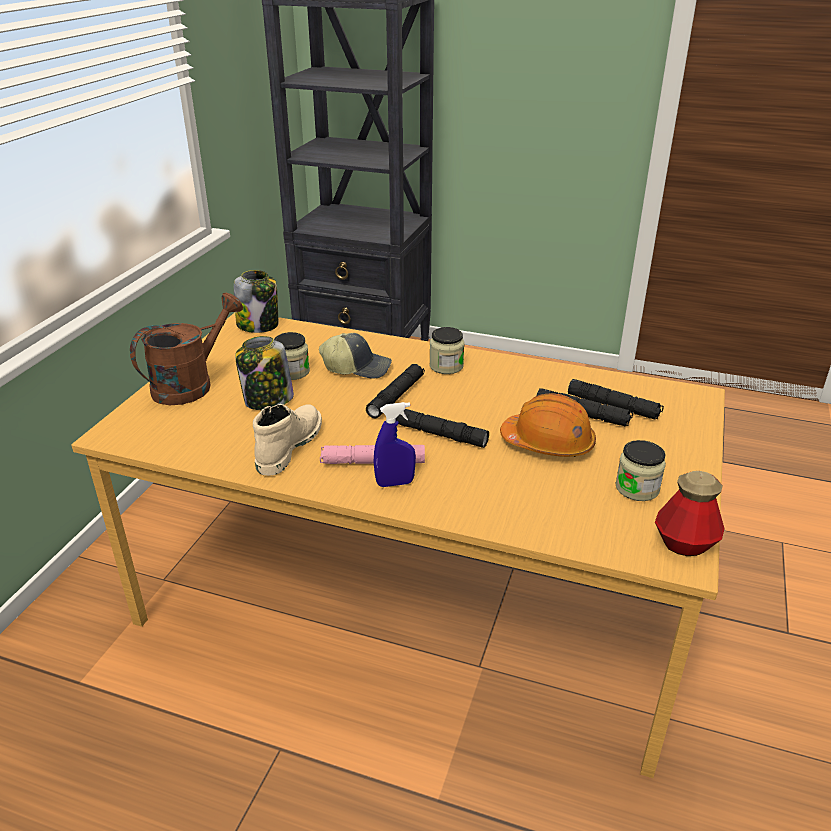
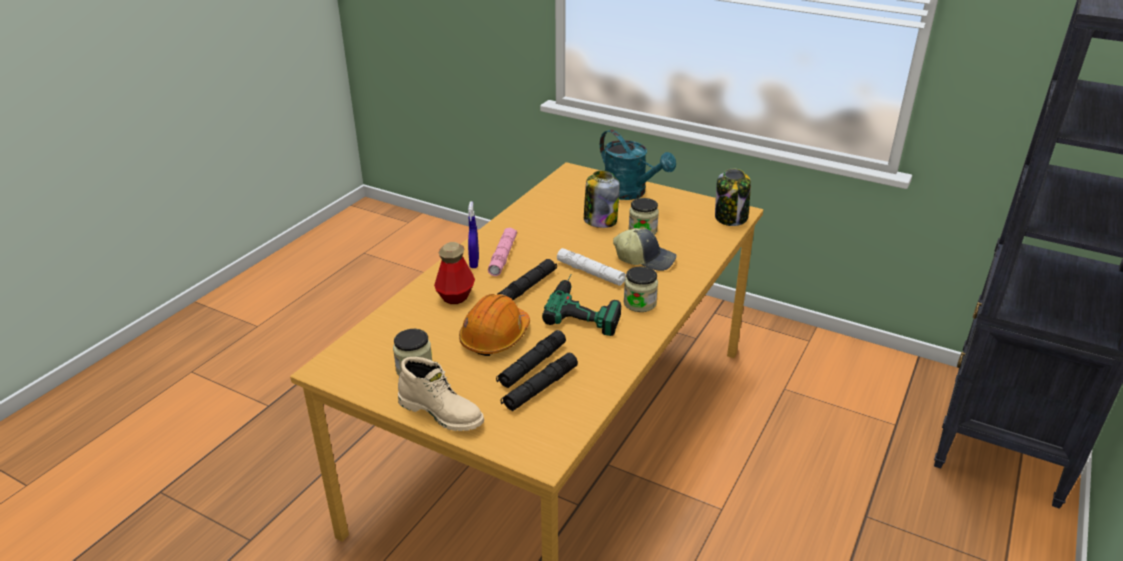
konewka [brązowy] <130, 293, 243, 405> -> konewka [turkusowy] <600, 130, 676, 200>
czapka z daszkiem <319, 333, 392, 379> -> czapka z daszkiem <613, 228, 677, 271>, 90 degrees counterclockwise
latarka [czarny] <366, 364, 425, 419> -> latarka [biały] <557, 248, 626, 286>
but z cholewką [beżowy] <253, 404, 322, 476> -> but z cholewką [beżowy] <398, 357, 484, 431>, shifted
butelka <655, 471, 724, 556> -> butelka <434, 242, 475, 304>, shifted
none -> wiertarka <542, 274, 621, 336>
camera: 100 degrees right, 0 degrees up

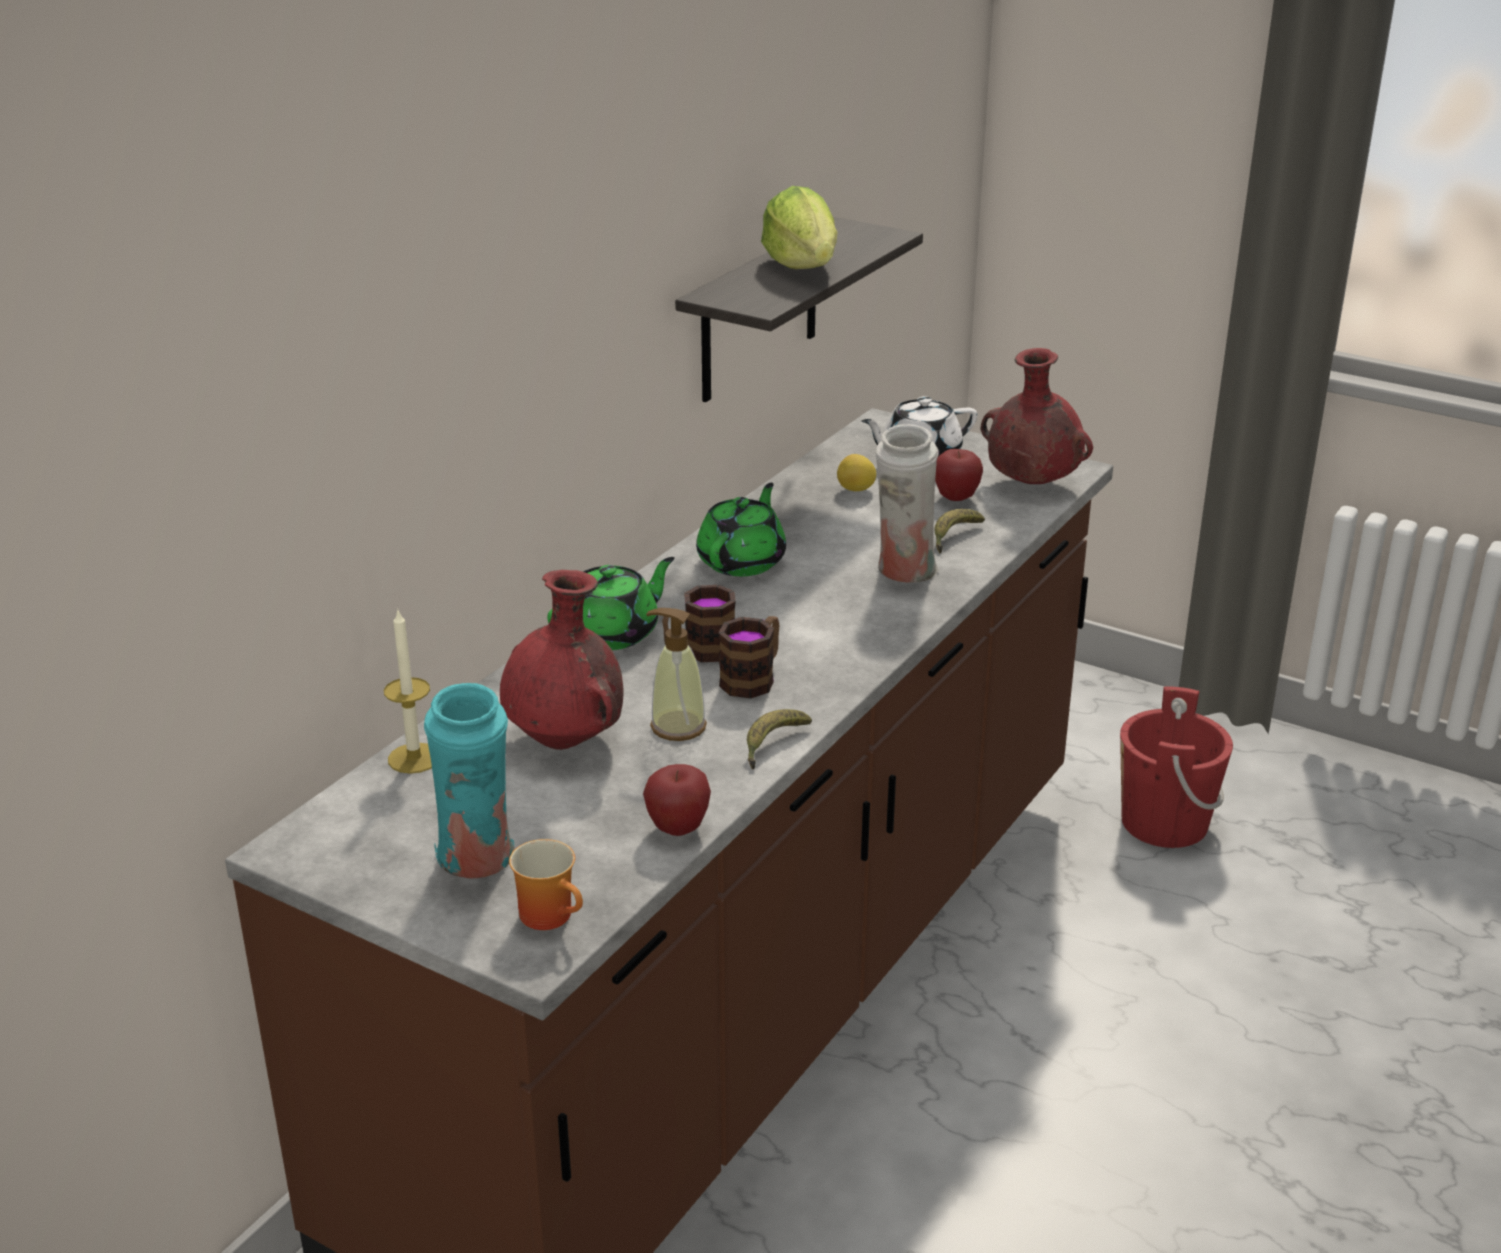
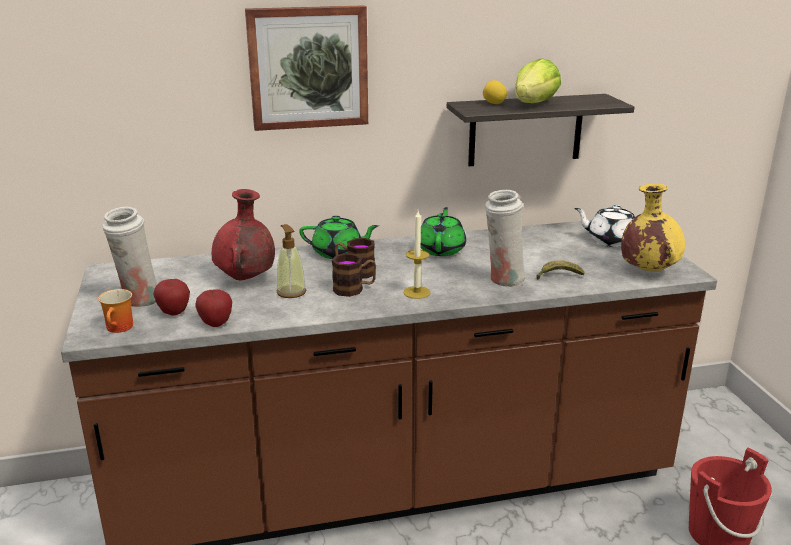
wazon [czerwony] <981, 348, 1093, 484> -> wazon [żółty] <621, 184, 685, 272>
jabłko <935, 449, 983, 501> -> jabłko <153, 279, 190, 315>, shifted
cytryna <837, 454, 876, 491> -> cytryna <483, 80, 507, 104>, shifted
imbryk [zielony] <696, 483, 786, 576> -> imbryk [zielony] <421, 207, 466, 256>, 60 degrees counterclockwise
świeca <384, 608, 432, 774> -> świeca <403, 211, 431, 299>, shifted
wazon [turkusowy] <424, 683, 515, 879> -> wazon [biały] <103, 207, 157, 307>
banan <747, 709, 812, 769> -> none
none -> obraz <245, 5, 368, 131>
camera: 45 degrees right, 5 degrees down

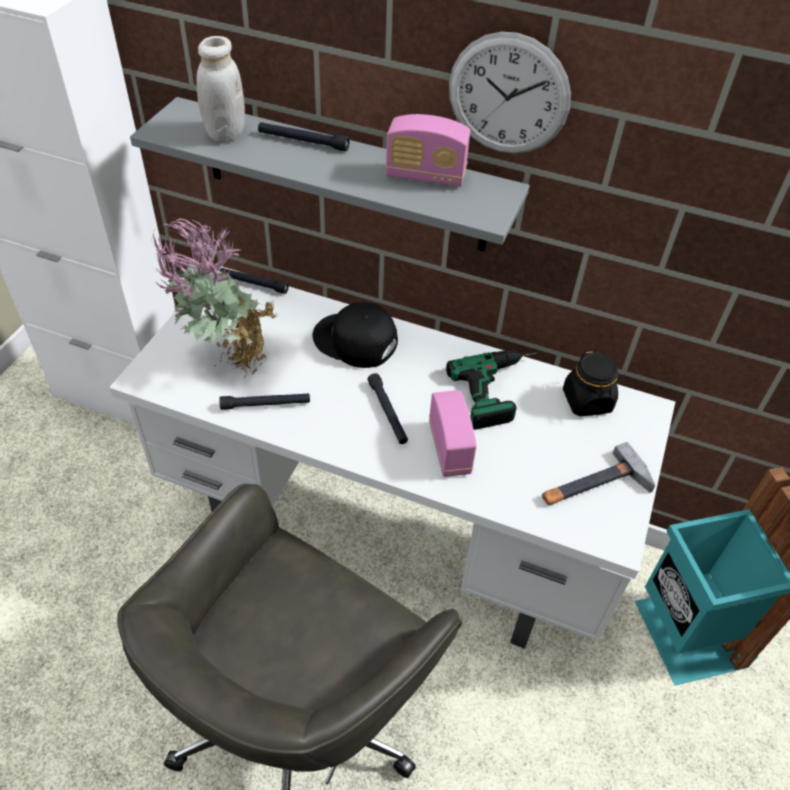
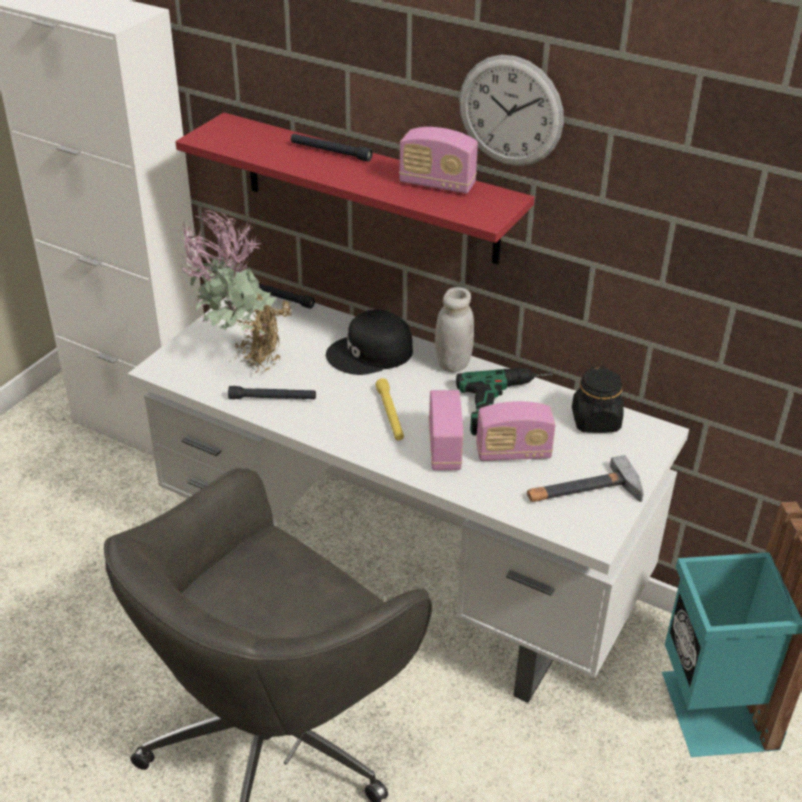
słoik [biały] <196, 36, 245, 142> -> słoik [biały] <435, 287, 474, 373>, shifted
półka [szary] <130, 97, 530, 251> -> półka [czerwony] <175, 113, 534, 264>
czapka z daszkiem [czarny] <312, 302, 398, 368> -> czapka z daszkiem [czarny] <326, 309, 413, 375>, 60 degrees counterclockwise
latarka [czarny] <367, 373, 408, 444> -> latarka [żółty] <375, 378, 404, 440>
none -> radio <476, 401, 555, 461>
camera: 10 degrees right, 10 degrees down

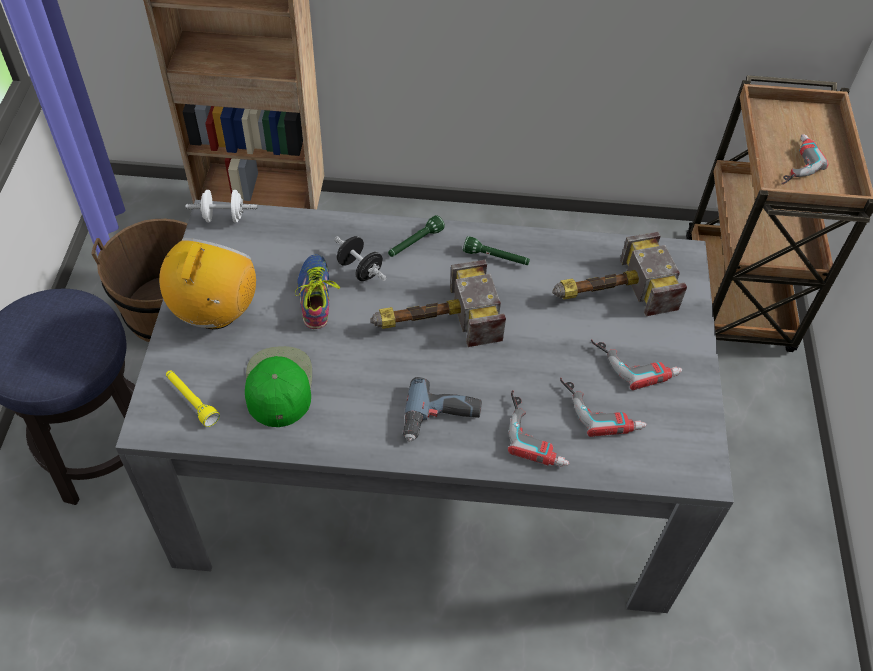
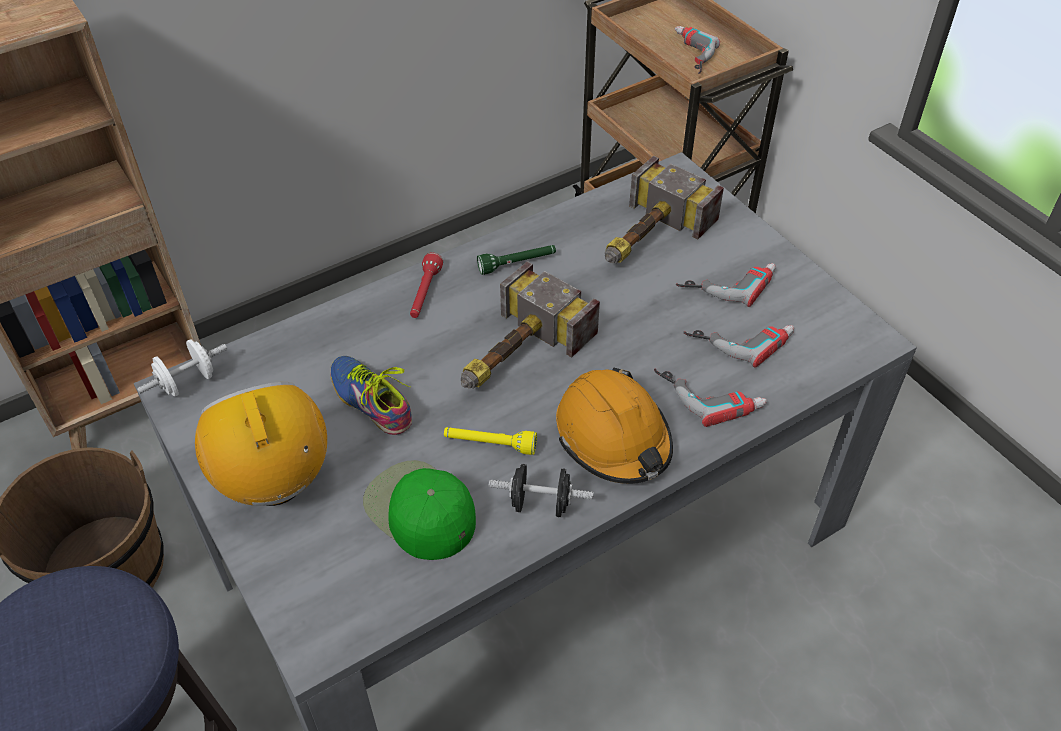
latarka [zielony] <388, 215, 445, 257> -> latarka [czerwony] <410, 252, 443, 318>
hantel [czarny] <334, 236, 387, 281> -> hantel [czarny] <489, 464, 594, 517>, shifted
latarka [żółty] <166, 370, 220, 427> -> latarka [żółty] <444, 427, 537, 455>, shifted
wiertarka <403, 377, 482, 442> -> kask [pomarańczowy] <556, 368, 673, 484>
camera: 35 degrees left, 5 degrees down

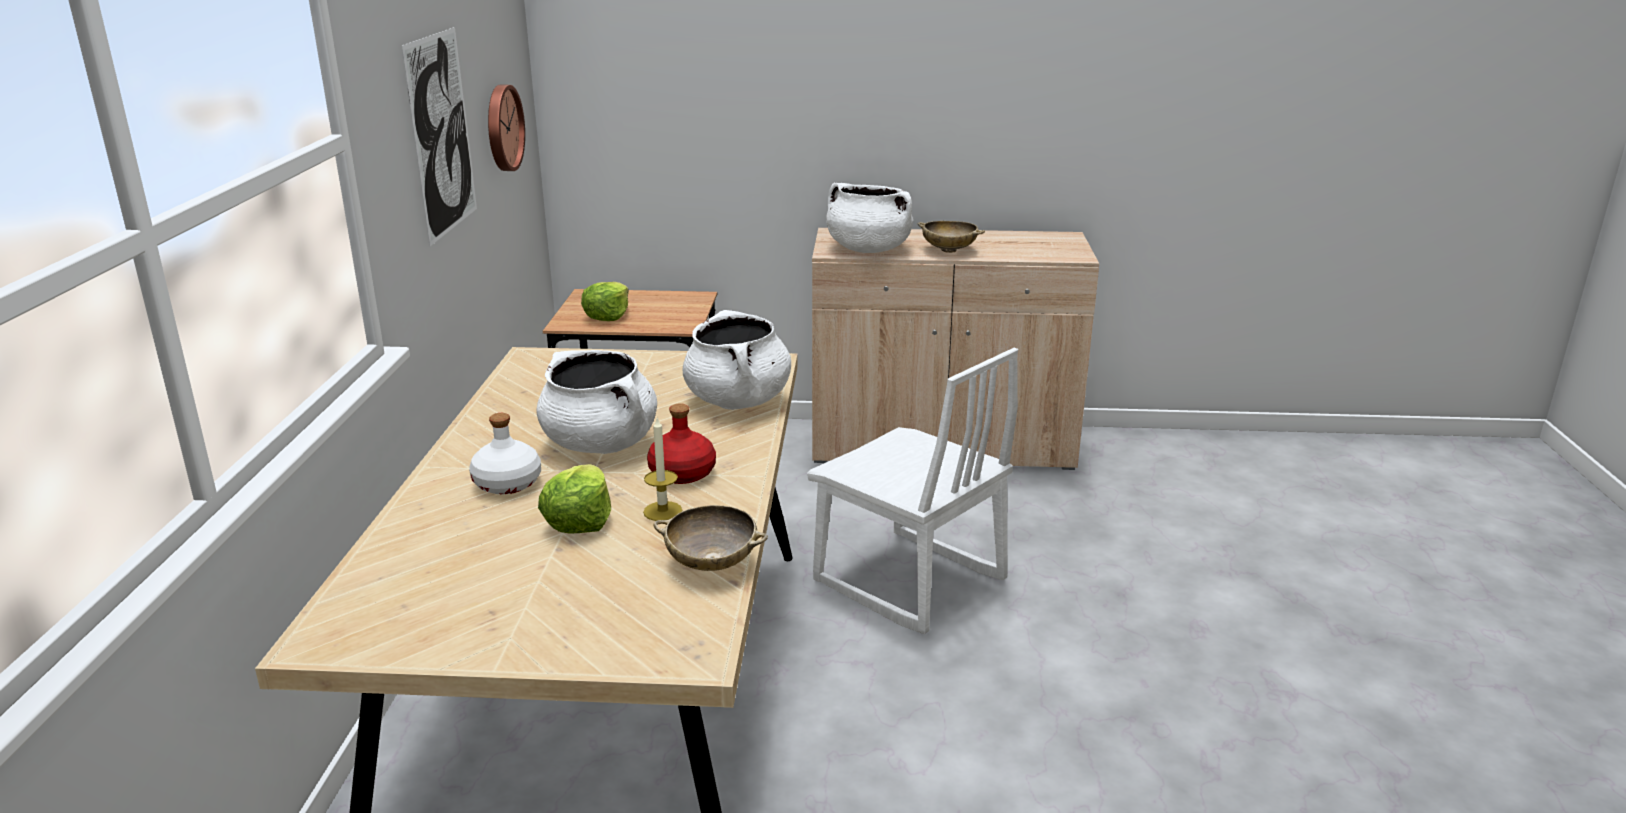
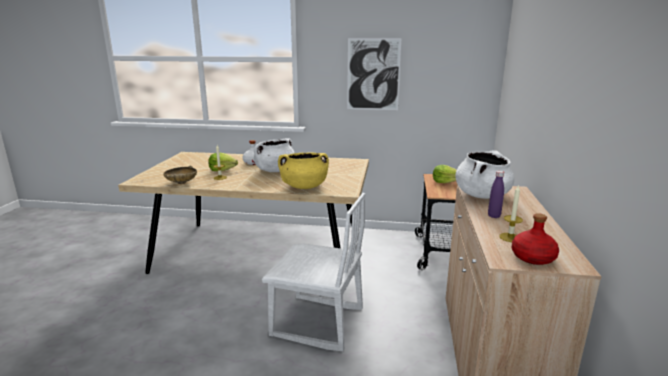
zegar ścienny <488, 85, 525, 171> -> none
miska [beżowy] <917, 221, 985, 253> -> butelka [fioletowy] <488, 171, 504, 218>
garnek [biały] <683, 310, 791, 410> -> garnek [żółty] <278, 152, 329, 189>
krzesło [biały] <807, 347, 1018, 634> -> krzesło [biały] <262, 193, 365, 351>, 120 degrees counterclockwise
butelka [czerwony] <647, 403, 716, 484> -> butelka [czerwony] <512, 213, 559, 265>, shifted
none -> świeca <499, 184, 523, 242>
camera: 95 degrees right, 5 degrees down

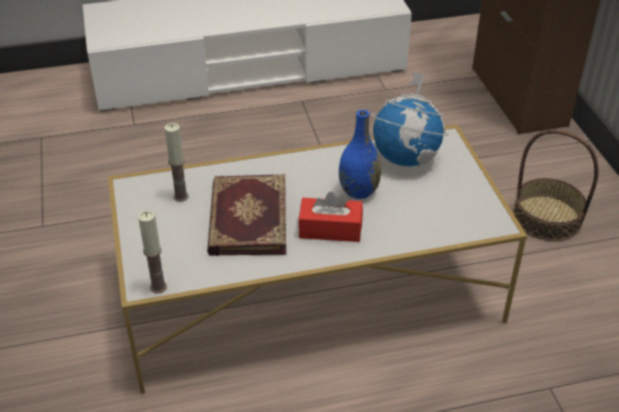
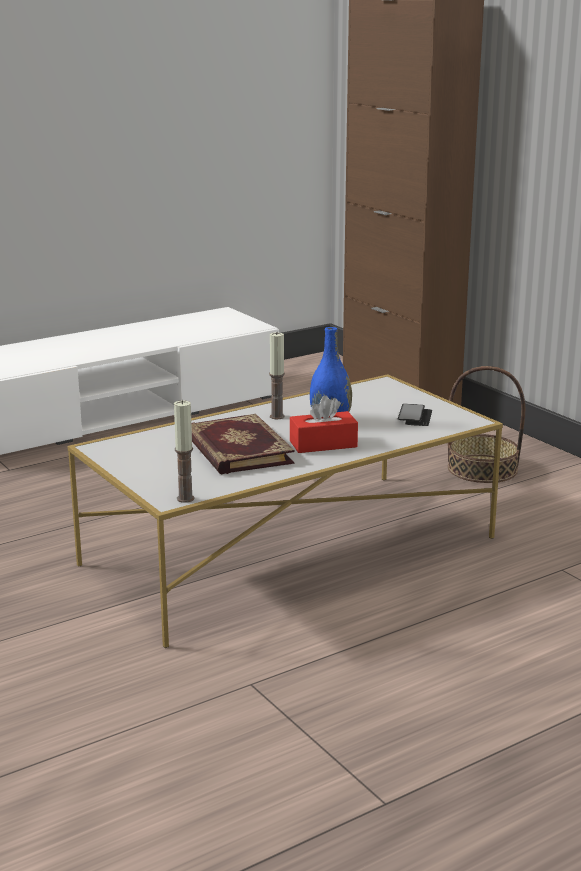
globus <371, 73, 448, 166> -> none
świeca <165, 123, 189, 202> -> świeca <269, 332, 285, 419>, shifted
none -> telefon <398, 404, 432, 426>
camera: 20 degrees left, 20 degrees down

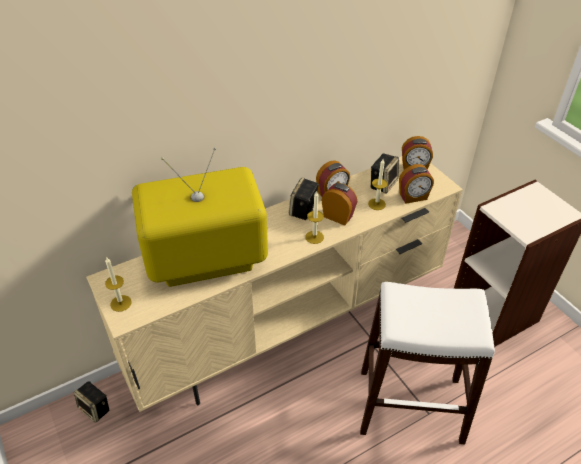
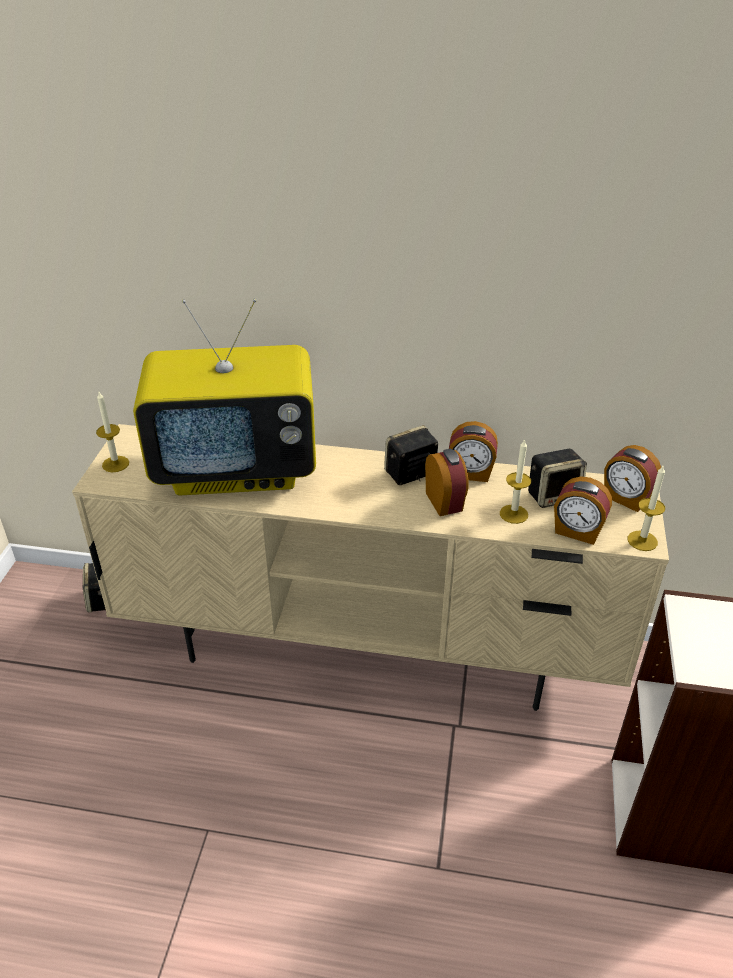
telewizor <132, 148, 268, 287> -> telewizor <133, 299, 316, 496>, 150 degrees clockwise
świeca <305, 191, 324, 244> -> świeca <628, 466, 665, 551>, shifted
stołek [biały] <360, 282, 495, 445> -> none
camera: 40 degrees right, 5 degrees down

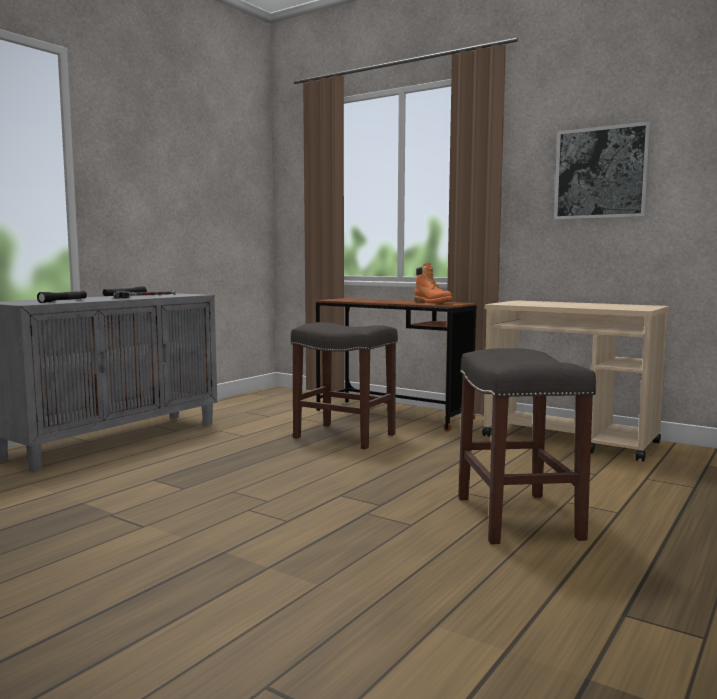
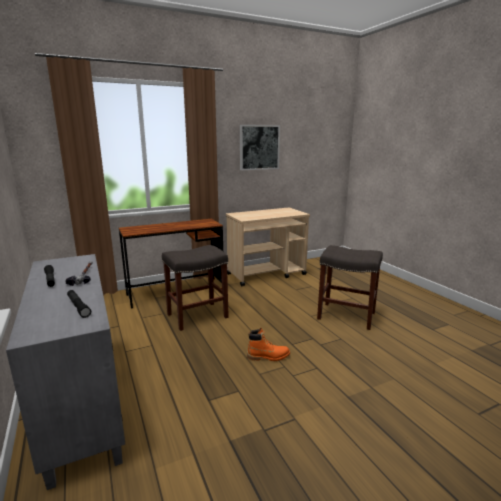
but z cholewką [pomarańczowy] <414, 263, 453, 303> -> but z cholewką [pomarańczowy] <247, 328, 290, 361>, shifted
camera: 60 degrees left, 10 degrees up

